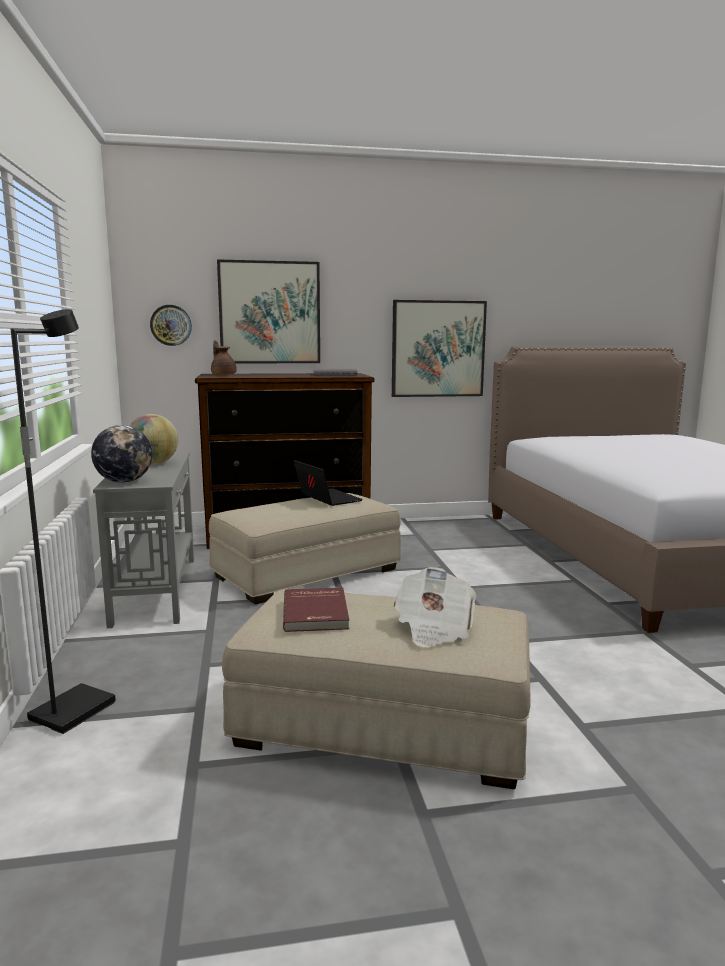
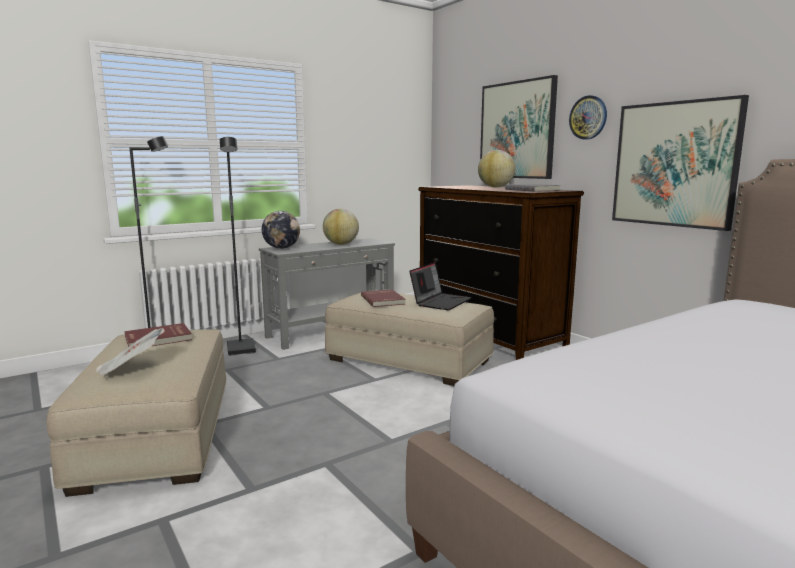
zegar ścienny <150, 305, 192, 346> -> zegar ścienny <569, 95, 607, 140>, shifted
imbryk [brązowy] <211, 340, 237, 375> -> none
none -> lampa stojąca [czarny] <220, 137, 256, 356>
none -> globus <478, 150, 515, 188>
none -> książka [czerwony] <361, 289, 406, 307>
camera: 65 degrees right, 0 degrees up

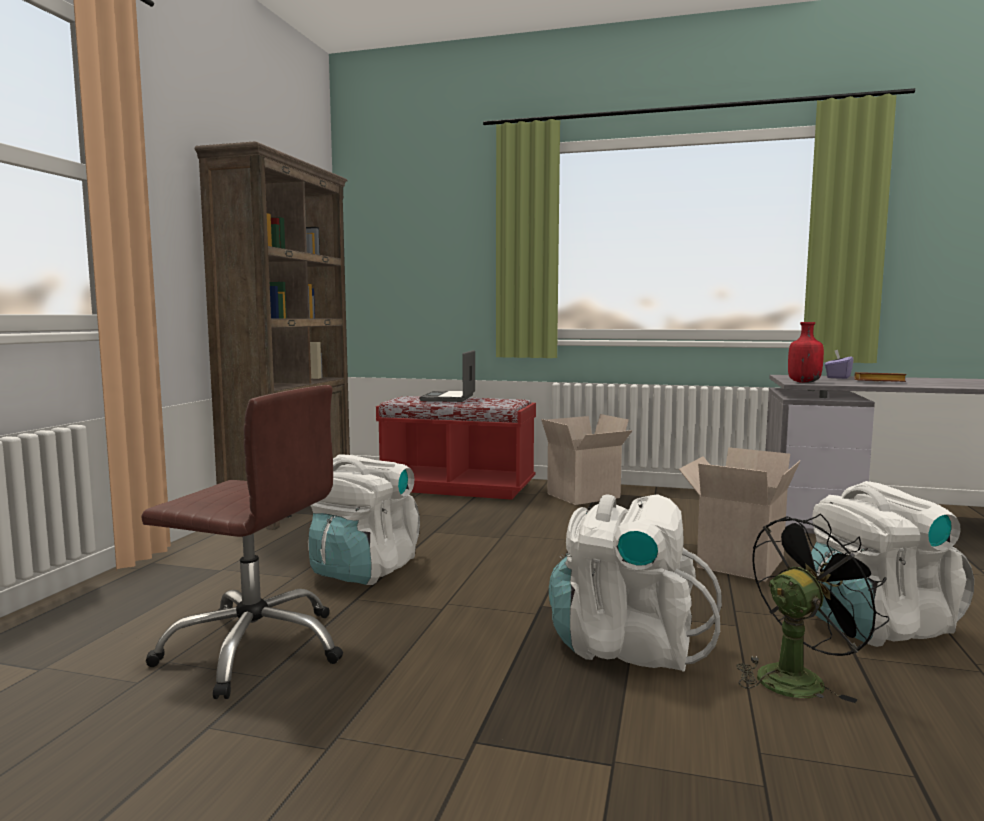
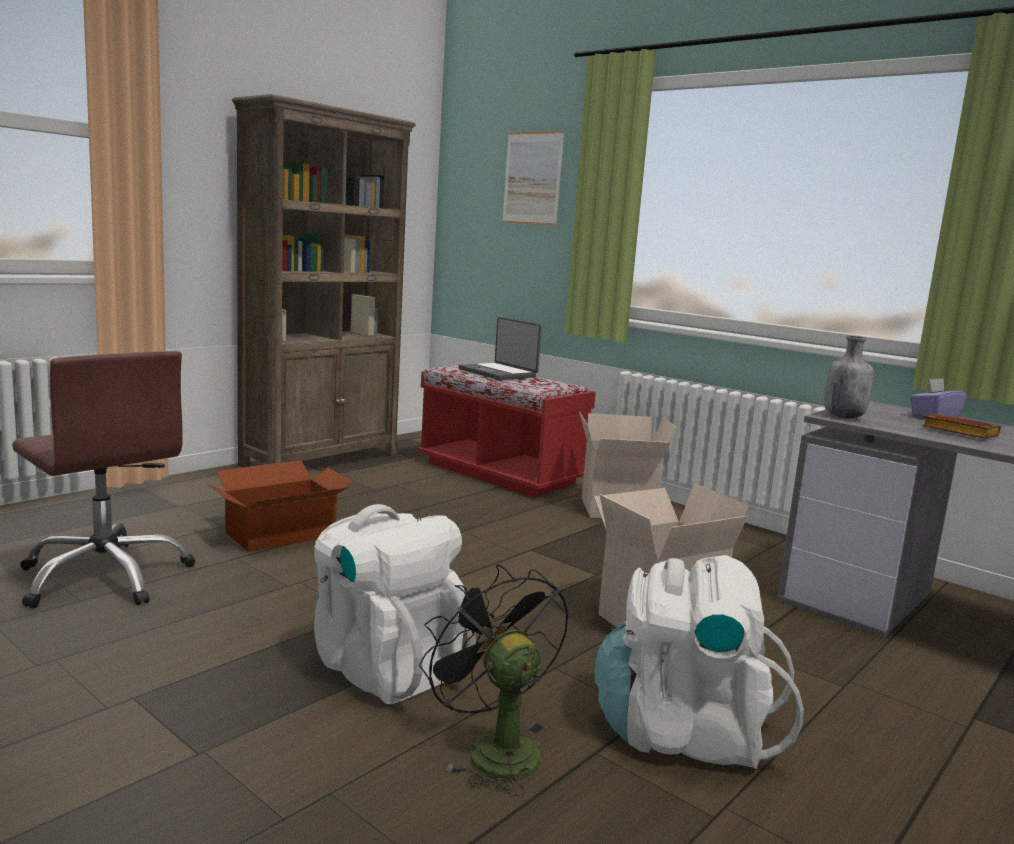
butelka [czerwony] <788, 322, 824, 383> -> butelka [szary] <824, 336, 874, 418>
laptop <419, 350, 475, 402> -> laptop <459, 317, 542, 380>, 75 degrees counterclockwise
plecak [biały] <308, 454, 420, 585> -> karton <206, 460, 353, 552>
wentylator [czarny] <737, 514, 889, 703> -> wentylator [czarny] <419, 565, 569, 796>, 120 degrees counterclockwise
none -> obraz <502, 131, 565, 226>
camera: 25 degrees right, 5 degrees up

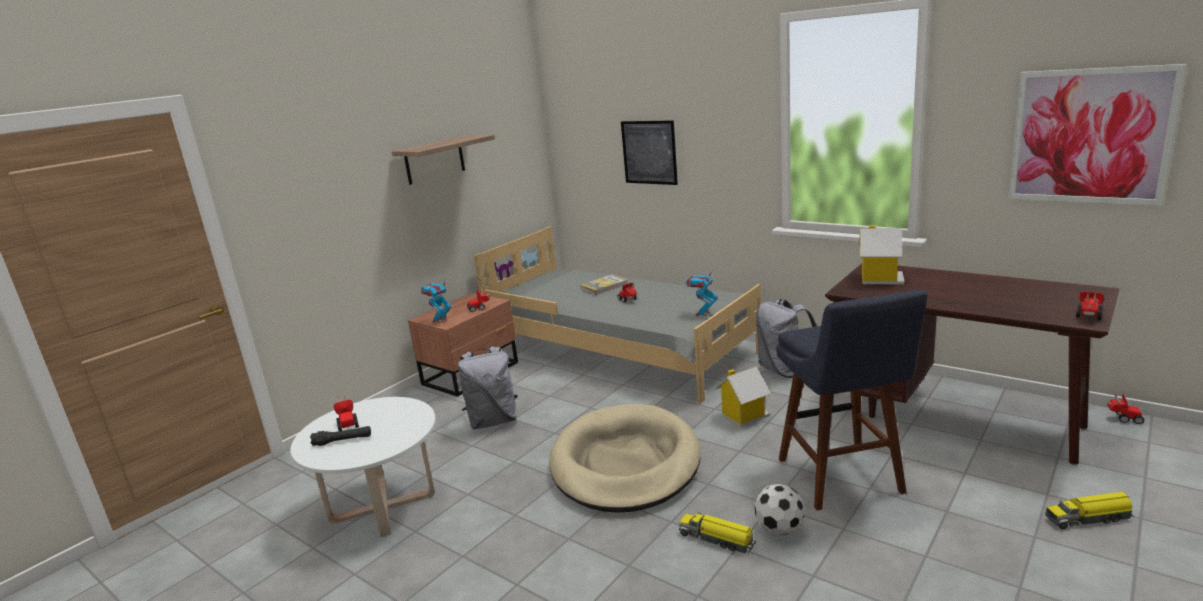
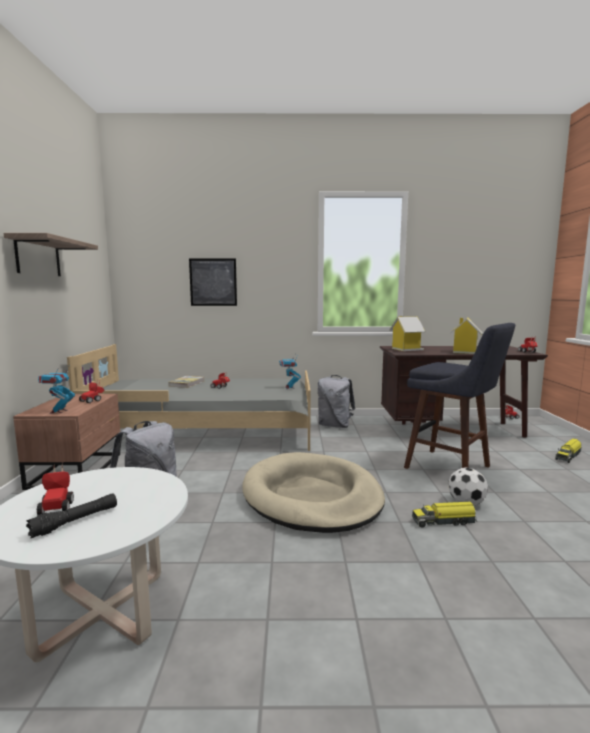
obraz <1008, 64, 1186, 206> -> none
domek <715, 367, 771, 427> -> domek <450, 318, 482, 354>, shifted
samochodzik <334, 396, 359, 431> -> samochodzik <37, 464, 74, 515>, 45 degrees clockwise
camera: 40 degrees left, 10 degrees down

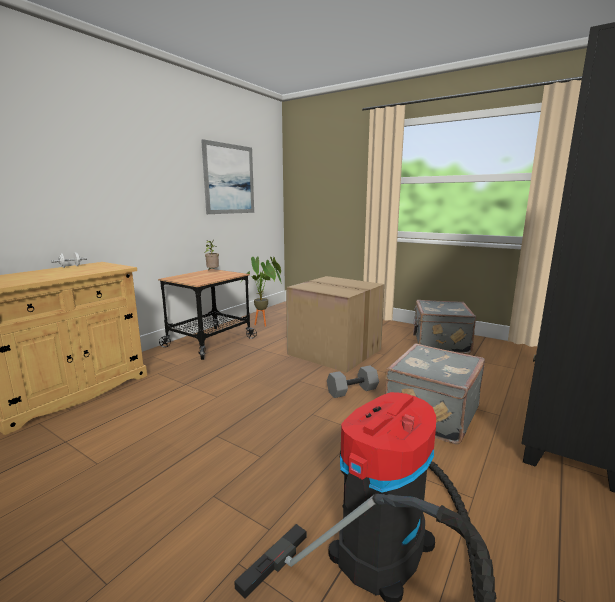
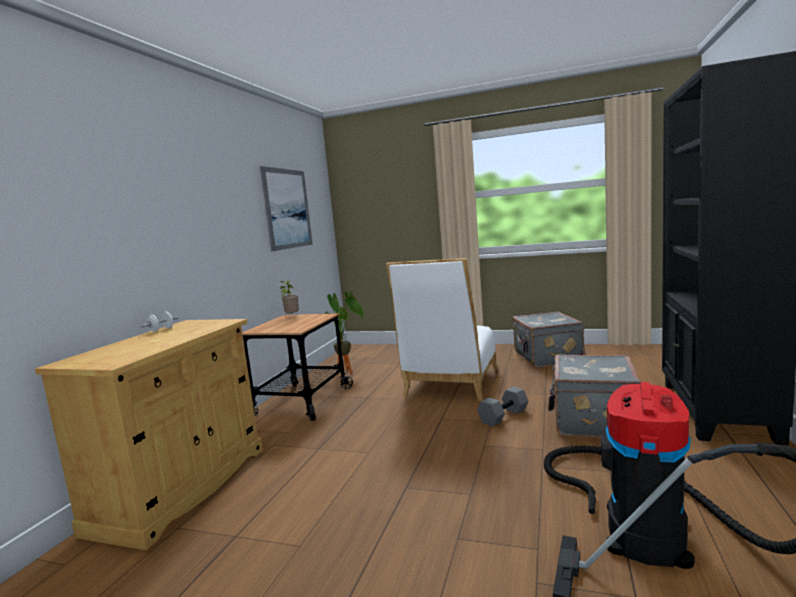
karton <286, 276, 385, 373> -> krzesło [biały] <386, 258, 498, 401>
camera: 15 degrees left, 5 degrees down

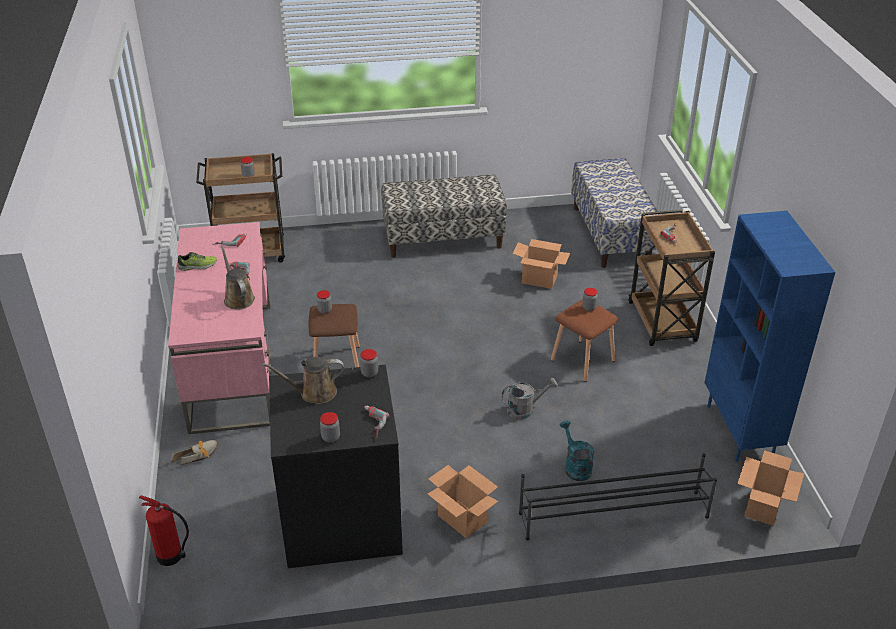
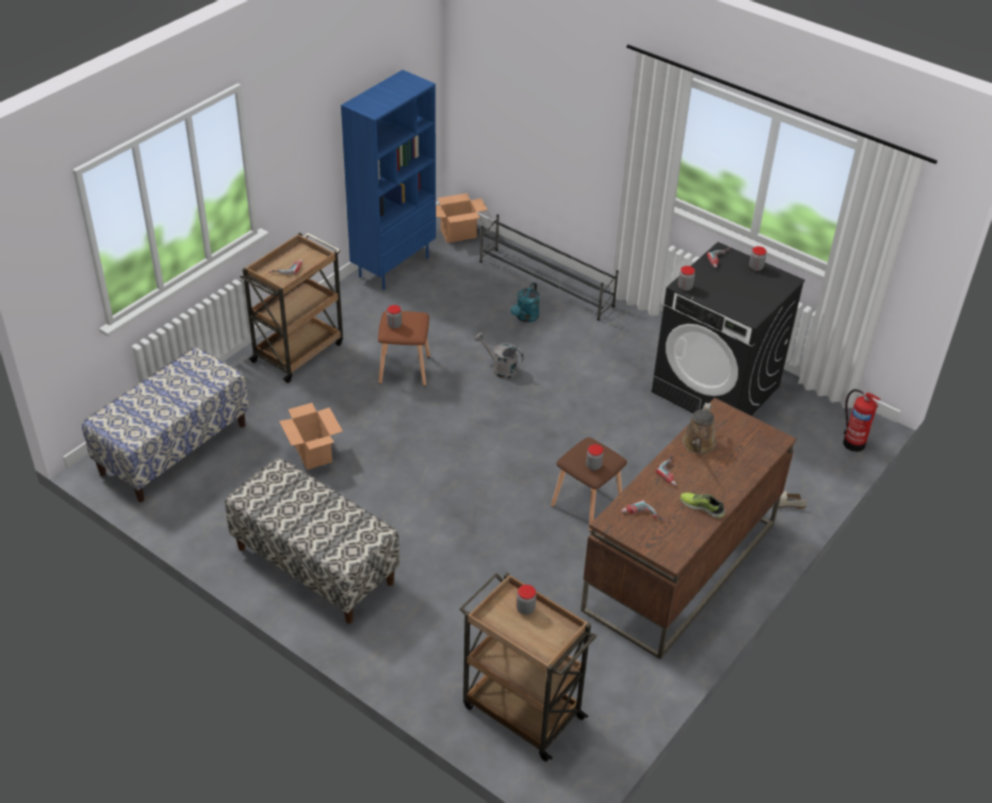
biurko [różowy] <168, 222, 271, 434> -> biurko [brązowy] <581, 398, 797, 660>
konewka [brązowy] <262, 357, 344, 404> -> none
karton <428, 465, 498, 538> -> none
camera: 135 degrees left, 5 degrees up

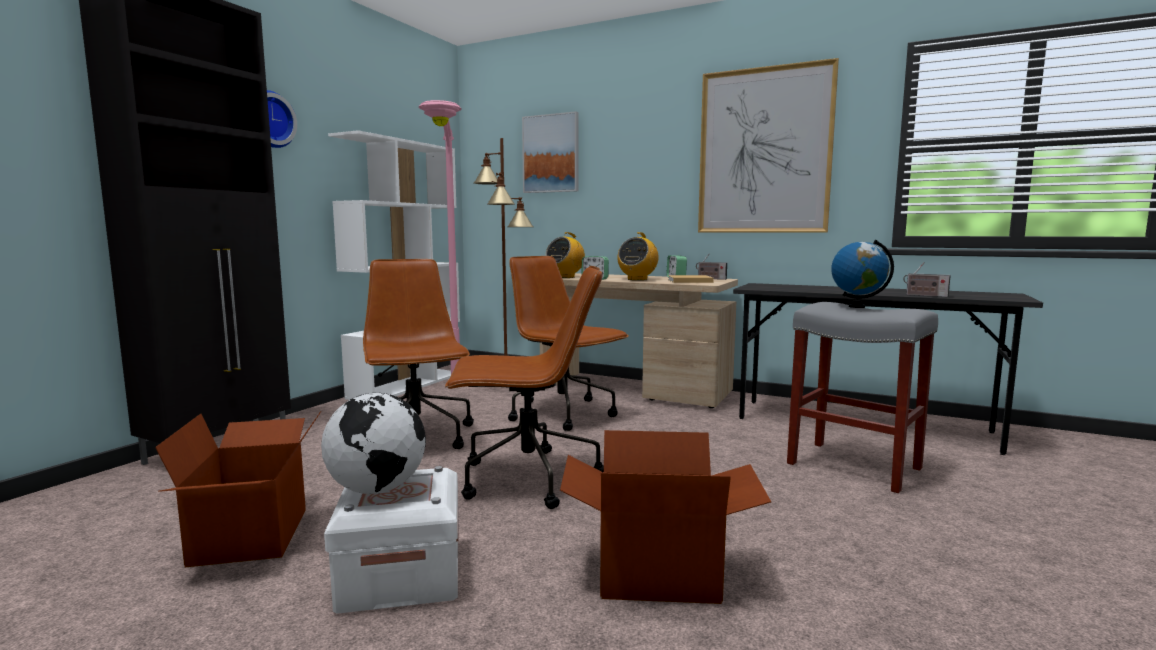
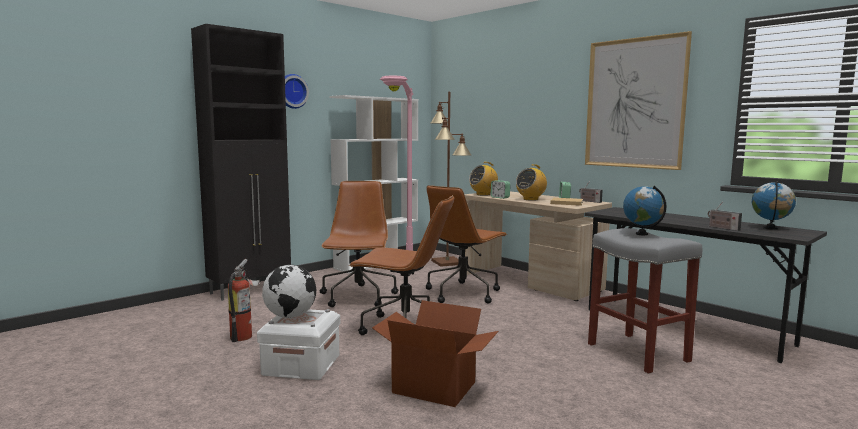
obraz <522, 111, 579, 193> -> none
krzesło biurowe [brązowy] <508, 256, 629, 431> -> krzesło biurowe [brązowy] <426, 185, 507, 304>, 120 degrees counterclockwise
karton <155, 411, 321, 567> -> gaśnica <228, 259, 260, 342>
none -> globus <752, 181, 796, 230>
camera: 20 degrees right, 0 degrees up

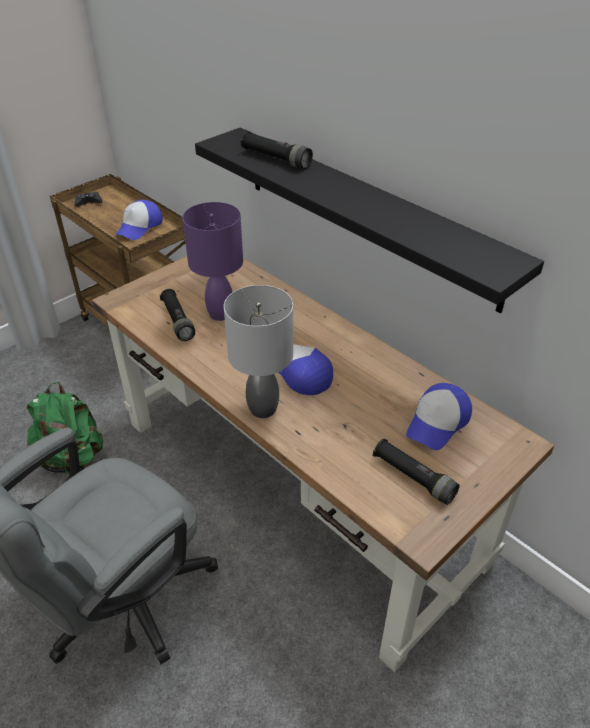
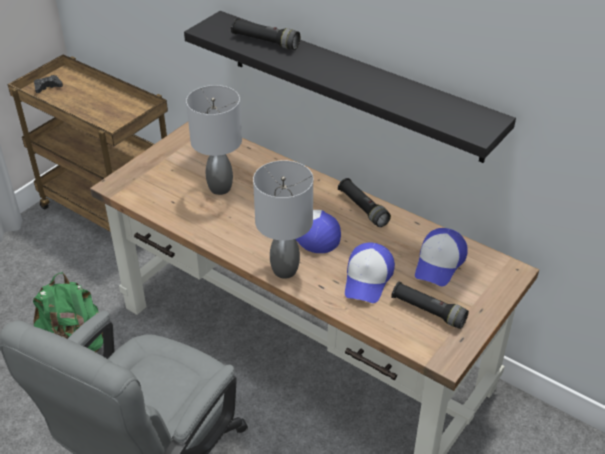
czapka z daszkiem <115, 200, 163, 240> -> czapka z daszkiem <345, 243, 395, 303>, shifted
lampa stołowa [fioletowy] <182, 202, 243, 321> -> lampa stołowa [szary] <186, 85, 242, 195>
latarka [czarny] <160, 289, 195, 341> -> latarka [czarny] <338, 178, 391, 227>, shifted
camera: 10 degrees left, 0 degrees up

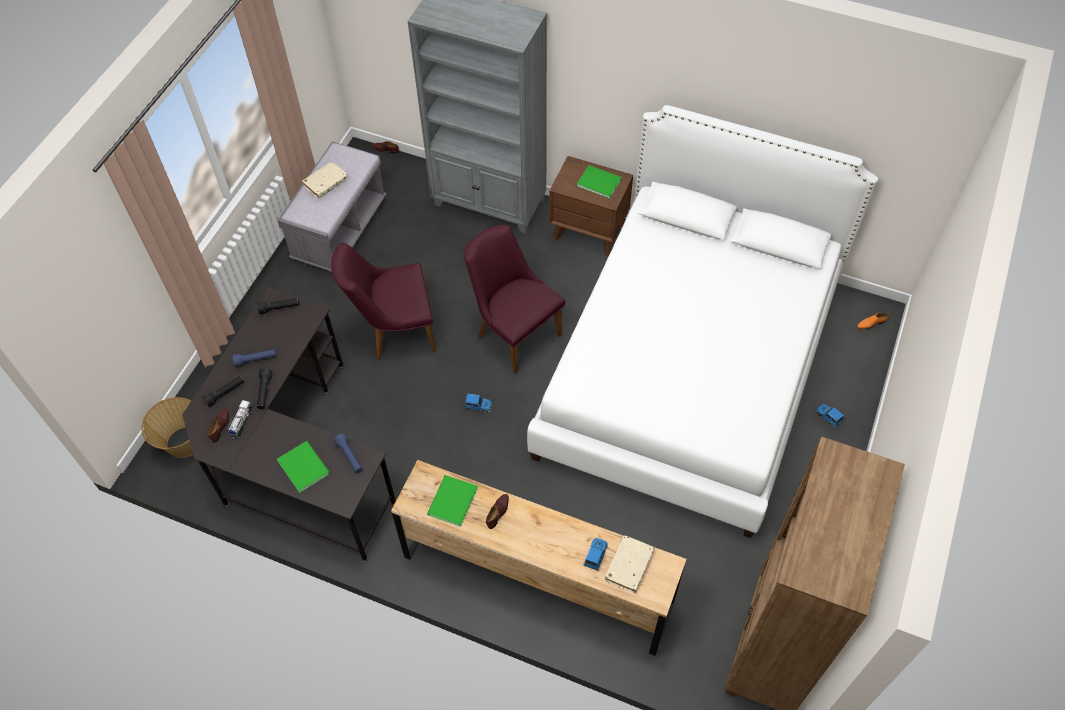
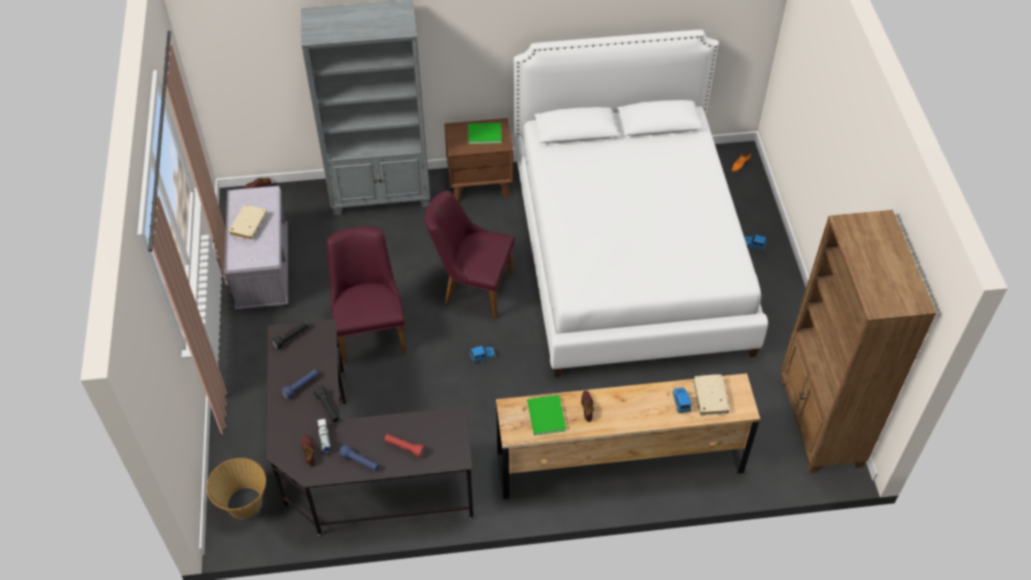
krzesło [fioletowy] <331, 243, 436, 360> -> krzesło [fioletowy] <327, 226, 406, 364>, 120 degrees clockwise
latarka [czarny] <202, 376, 244, 407> -> none
latarka [niebieski] <333, 434, 362, 473> -> latarka [niebieski] <339, 445, 379, 471>, shifted
książka [zielony] <277, 441, 330, 493> -> latarka [czerwony] <384, 434, 425, 458>
camera: 30 degrees left, 5 degrees down

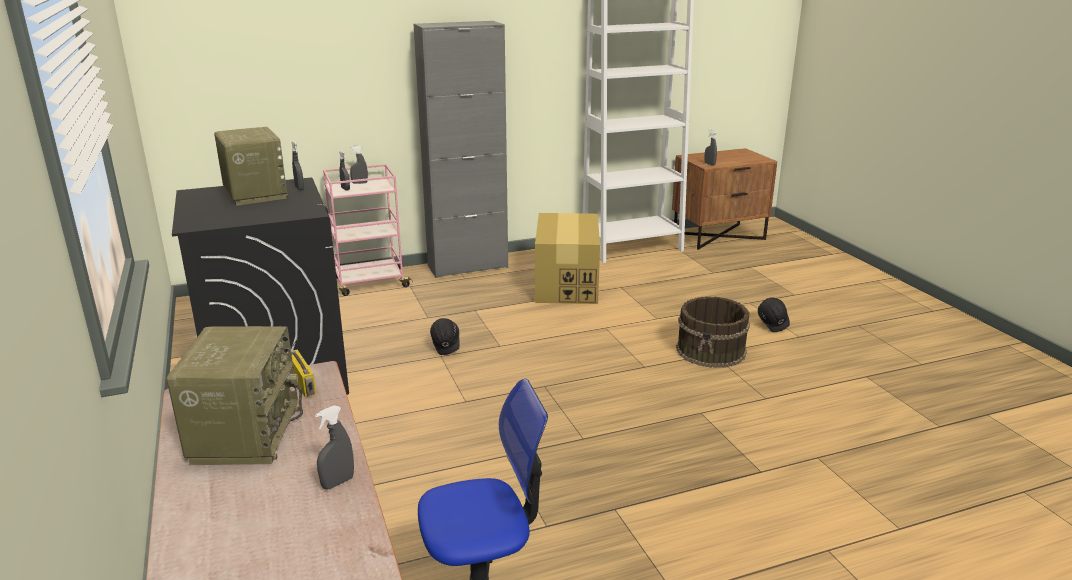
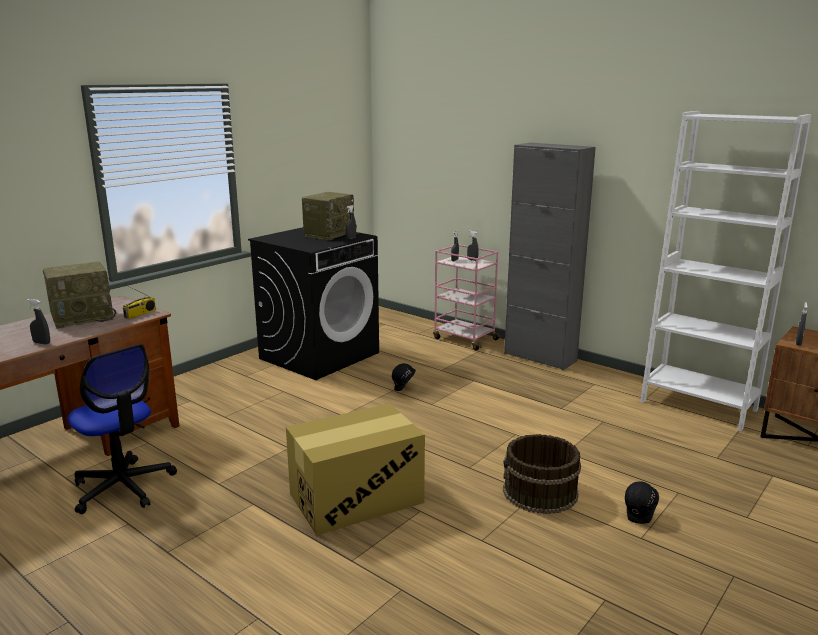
karton <535, 213, 600, 304> -> karton <286, 403, 425, 536>, shifted
camera: 60 degrees right, 5 degrees down

